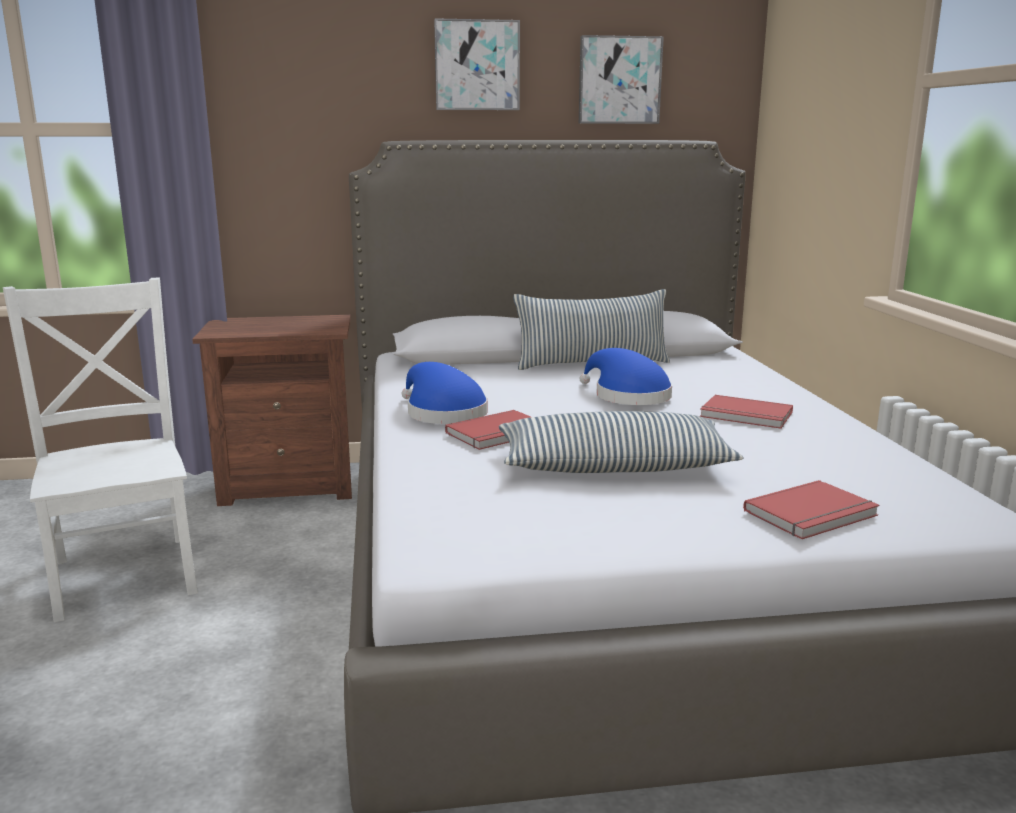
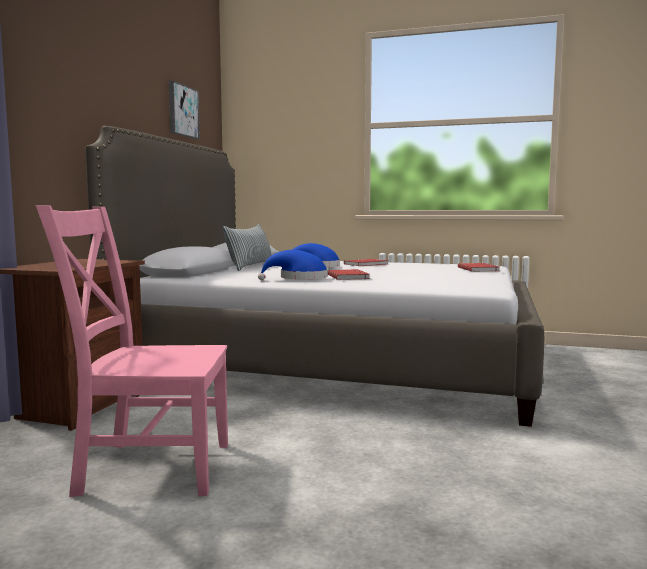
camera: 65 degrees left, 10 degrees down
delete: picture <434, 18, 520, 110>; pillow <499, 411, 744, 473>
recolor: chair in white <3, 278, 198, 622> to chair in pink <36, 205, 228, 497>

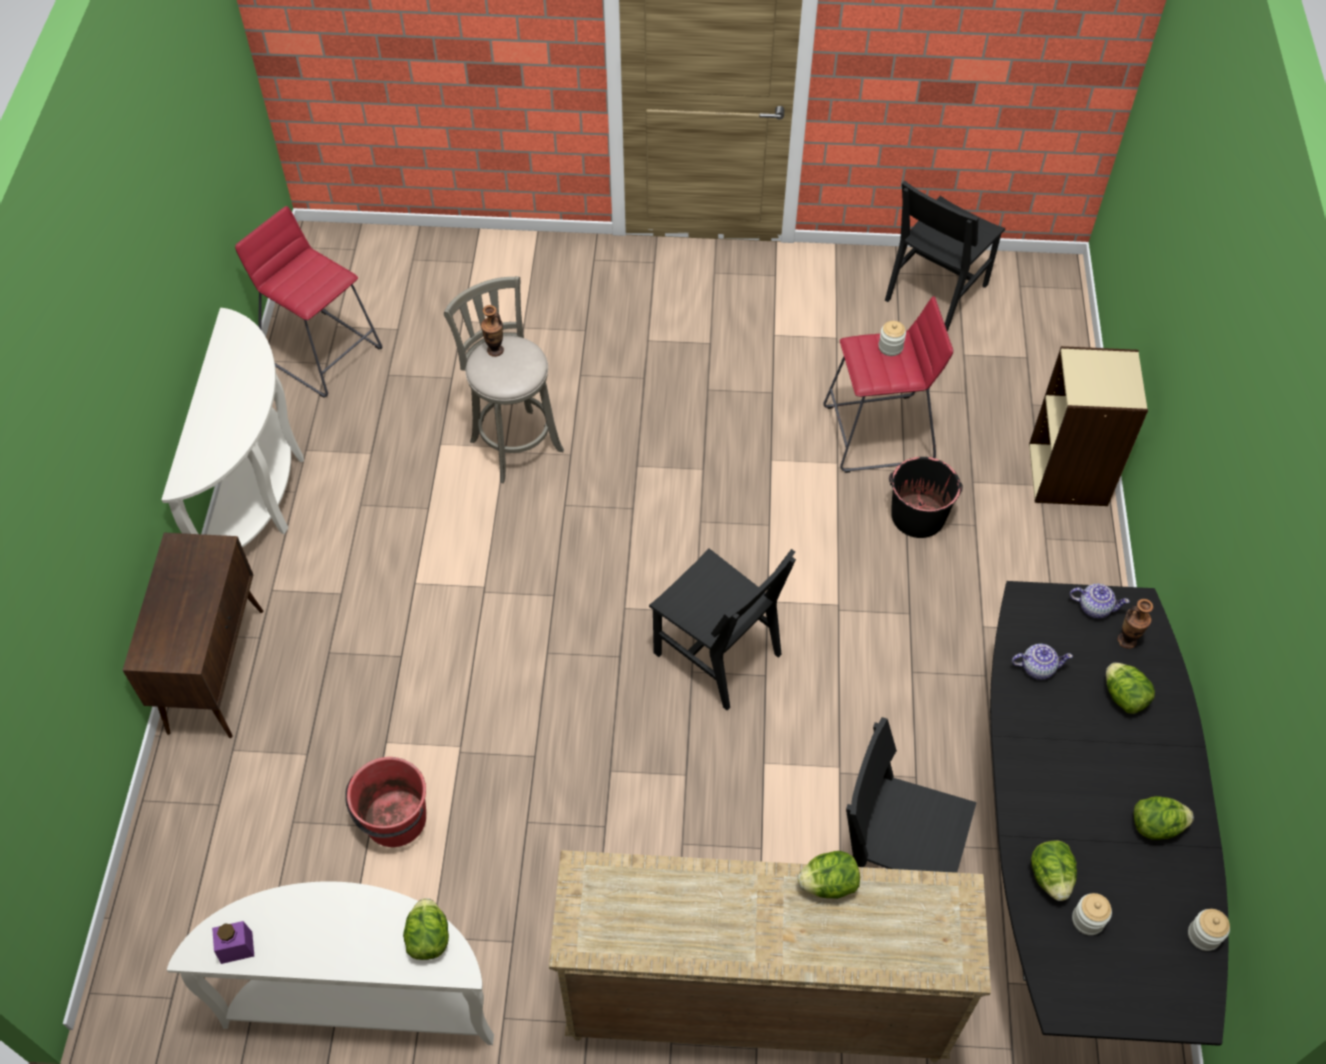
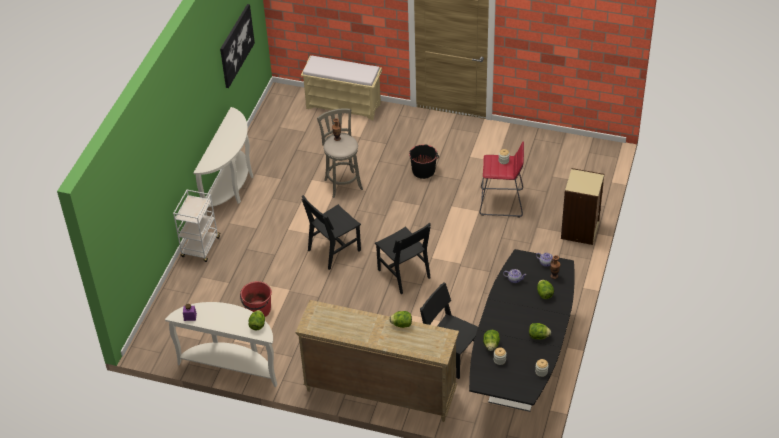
camera: 15 degrees right, 10 degrees down
delete: stool in red <235, 206, 382, 398>
insert: picture <220, 4, 255, 88>; bench in beige <301, 55, 382, 120>
move: chair in black <885, 181, 1005, 331> to <302, 195, 361, 270>; bucket in black <889, 457, 963, 538> to <409, 144, 439, 179>
replace: cabinet in brown <123, 533, 263, 738> to cart in white <173, 190, 221, 262>

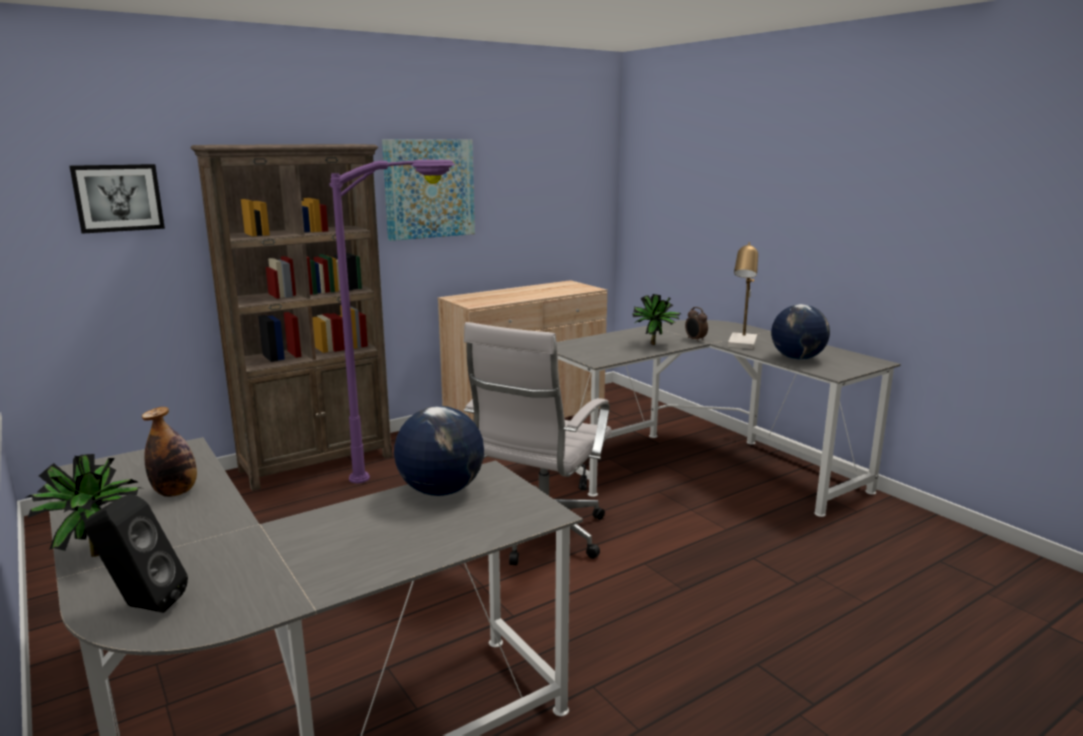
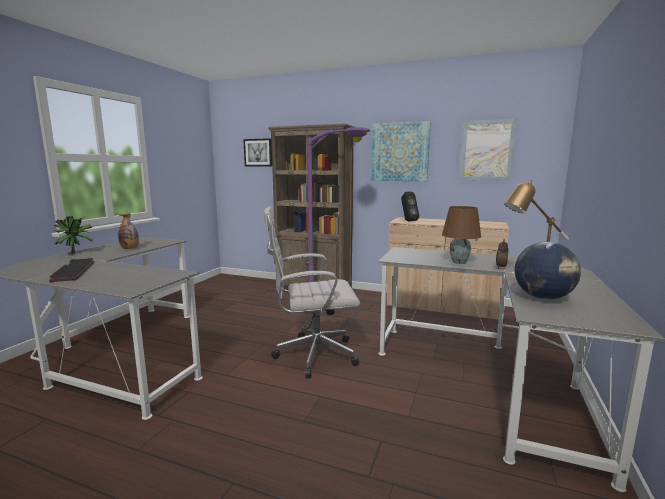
camera: 55 degrees right, 5 degrees down
delete: globe <394, 406, 484, 496>
insert: picture <460, 119, 517, 181>; keyboard <49, 258, 94, 282>
move: speaker in black <84, 494, 188, 613> to <401, 192, 419, 221>
replace: potted plant <632, 294, 681, 345> to table lamp in brown <442, 206, 481, 264>

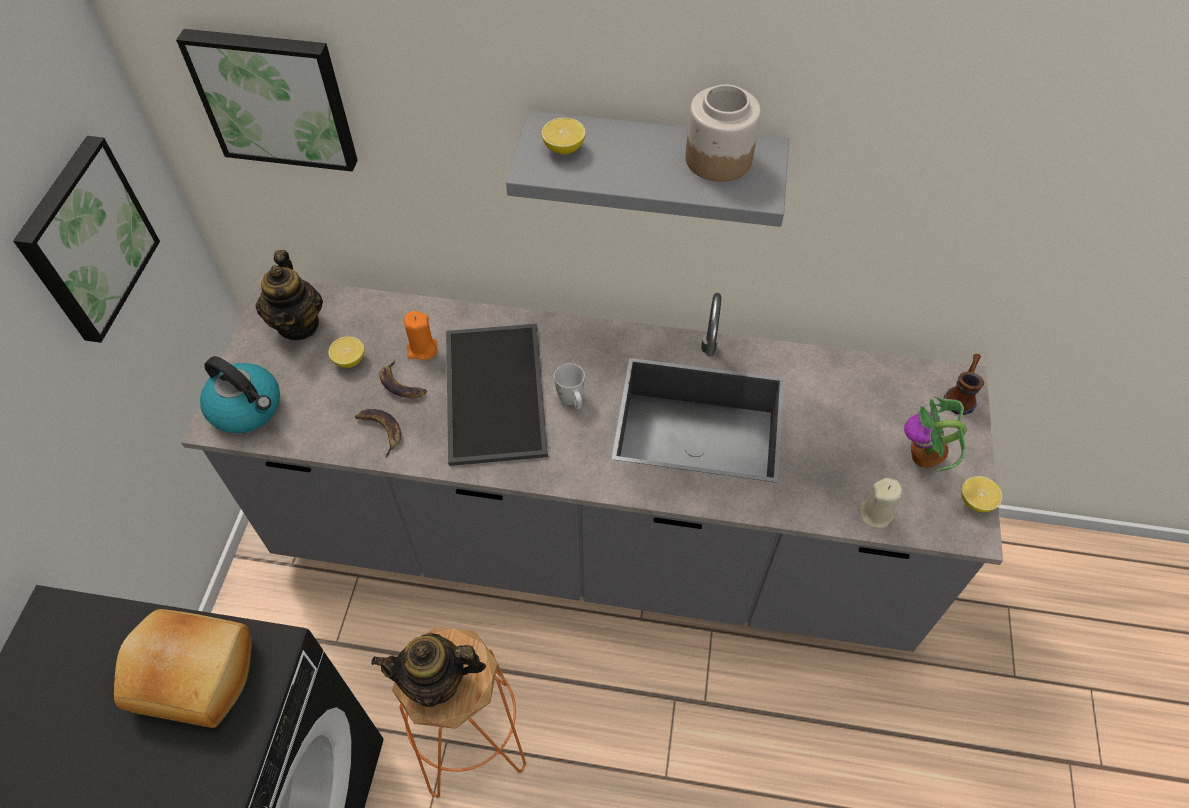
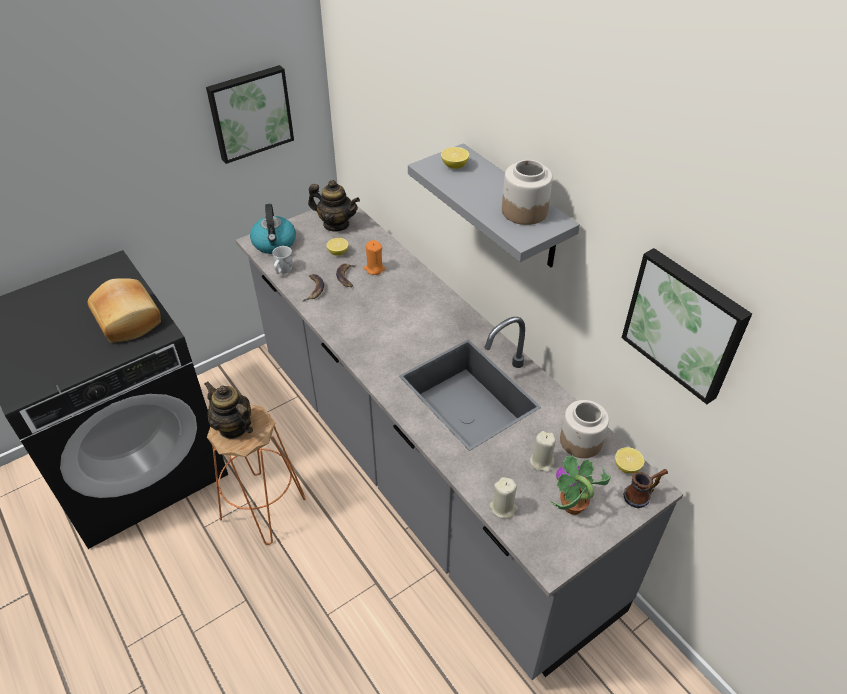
camera: 45 degrees right, 10 degrees down
delete: tray <446, 324, 548, 466>
insert: jar <560, 400, 609, 458>; candle in beige <530, 431, 556, 473>
move: picture <176, 29, 358, 172> to <622, 248, 752, 404>; mug in white <554, 363, 585, 409> to <273, 246, 292, 274>; lemon <961, 476, 1002, 512> to <615, 447, 644, 473>
rotate: teapot <256, 250, 323, 340> = <308, 180, 360, 231> 105 degrees counterclockwise

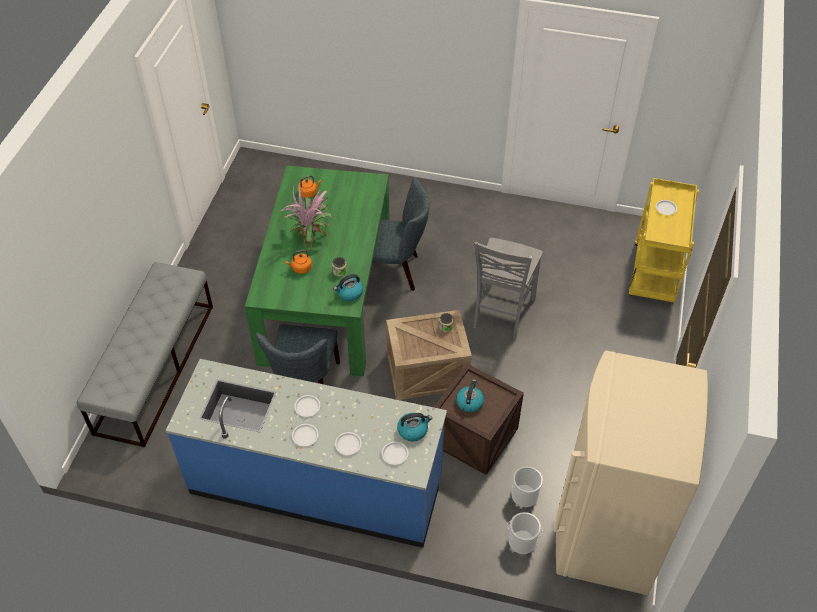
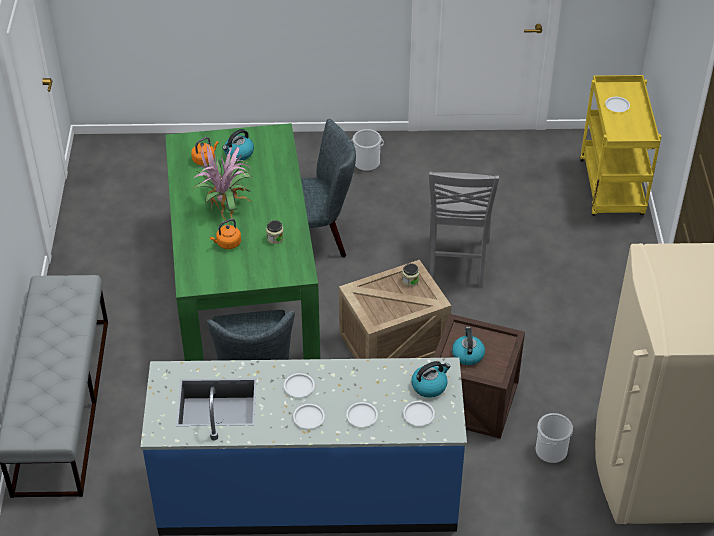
camera: 15 degrees left, 5 degrees down
move: kettle <333, 274, 363, 301> to <222, 129, 254, 161>; bucket <507, 512, 543, 554> to <351, 129, 384, 171>

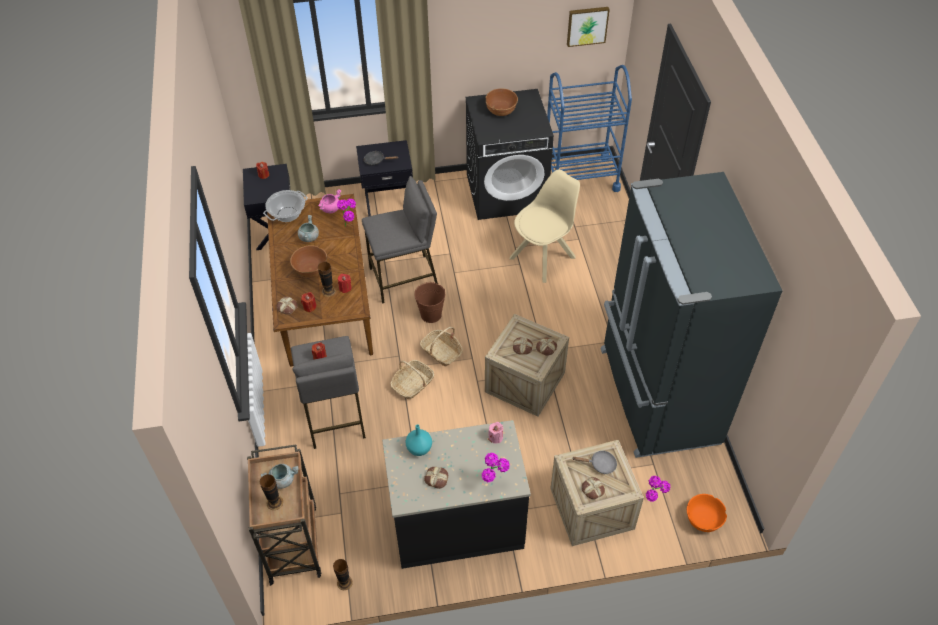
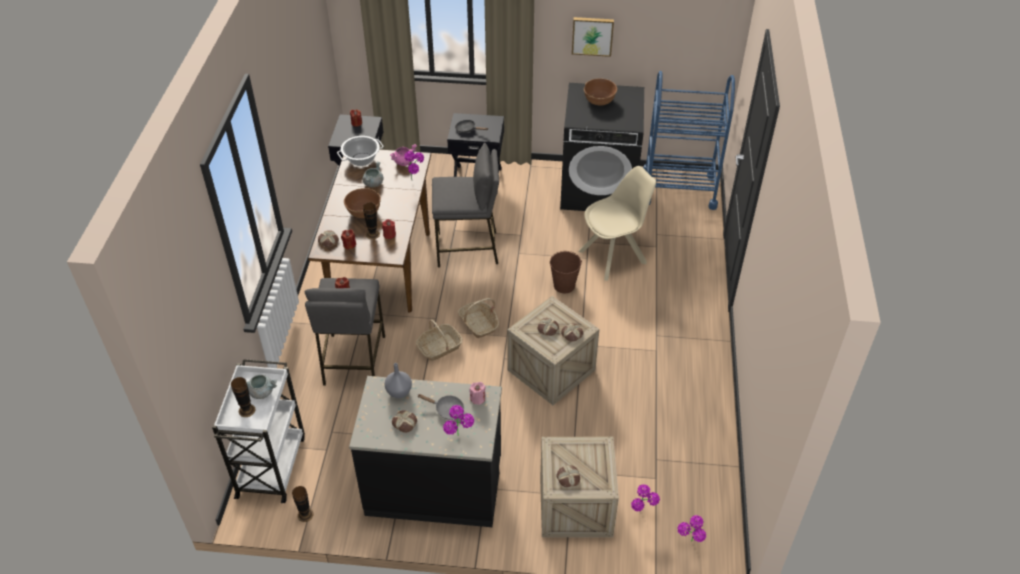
camera: 15 degrees right, 5 degrees down
delete: fridge in black <601, 172, 782, 458>
move: picture <567, 7, 610, 47> to <572, 17, 614, 57>; bucket in brown <414, 282, 445, 323> to <549, 251, 582, 293>; frying pan in grey <572, 451, 617, 474> to <417, 394, 464, 420>
replace: bowl in orange <687, 494, 727, 532> to potted plant <678, 515, 706, 542>
recolor: vase in turquoise <406, 424, 432, 456> to vase in grey <385, 363, 412, 398>; cart in brown <247, 444, 321, 586> to cart in white <212, 359, 305, 503>

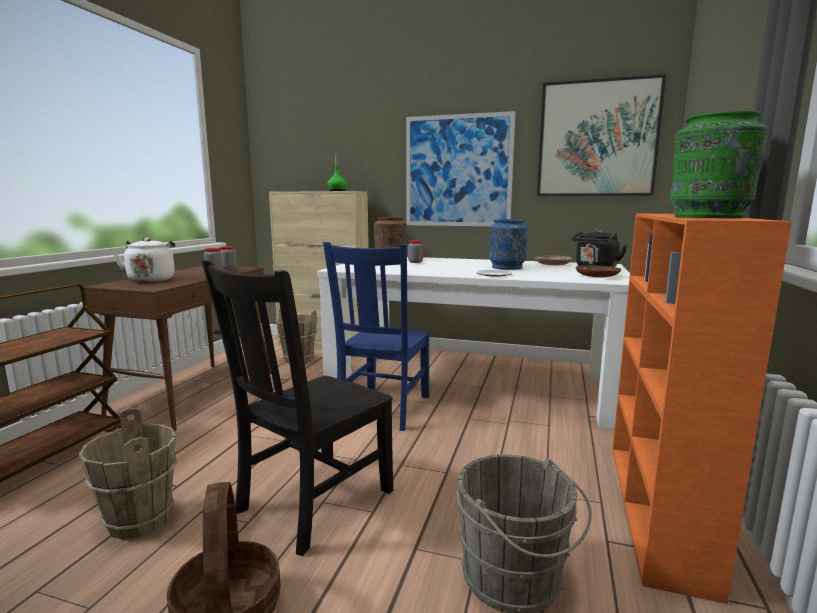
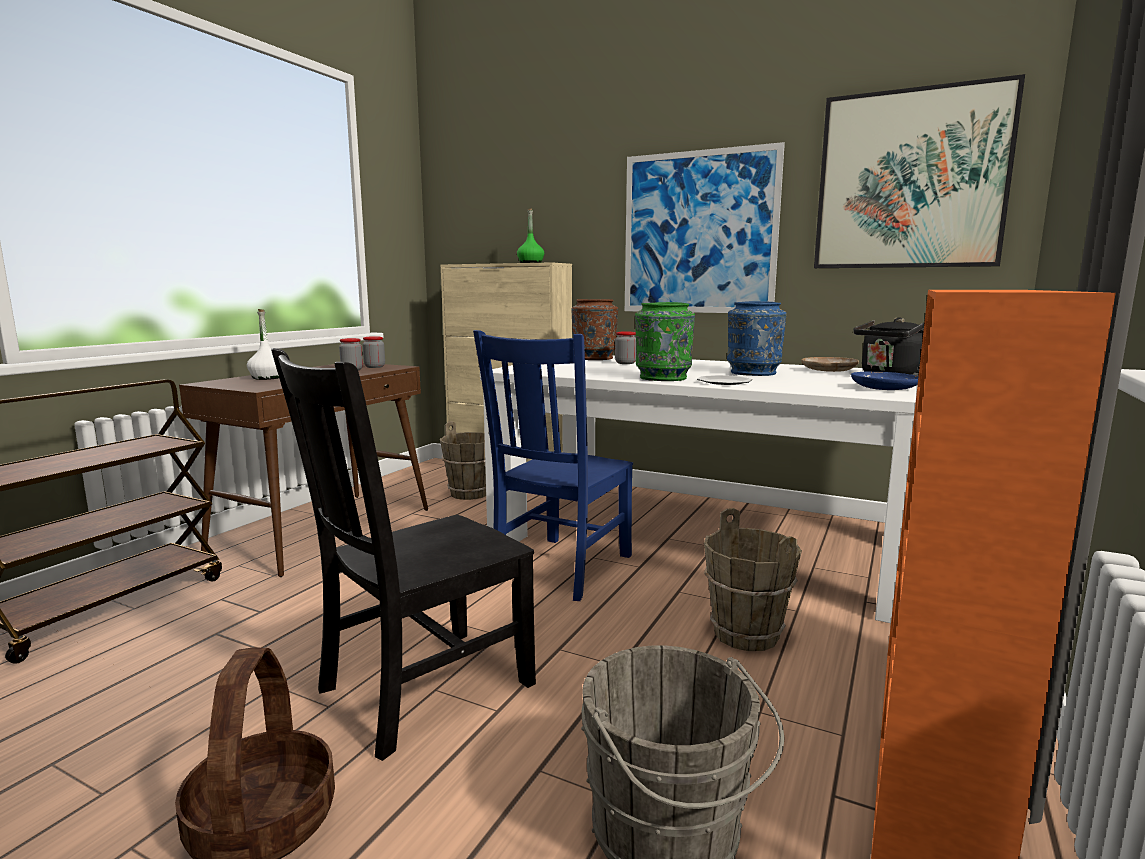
camera: 10 degrees right, 0 degrees up
move: vase in green <670, 111, 769, 218> to <635, 302, 695, 381>; bucket in brown <78, 408, 177, 539> to <704, 508, 802, 651>
replace: kettle in white <114, 238, 175, 282> to bottle in white <247, 309, 279, 380>
recolor: plate in brown <576, 265, 621, 277> to plate in blue <851, 372, 918, 390>

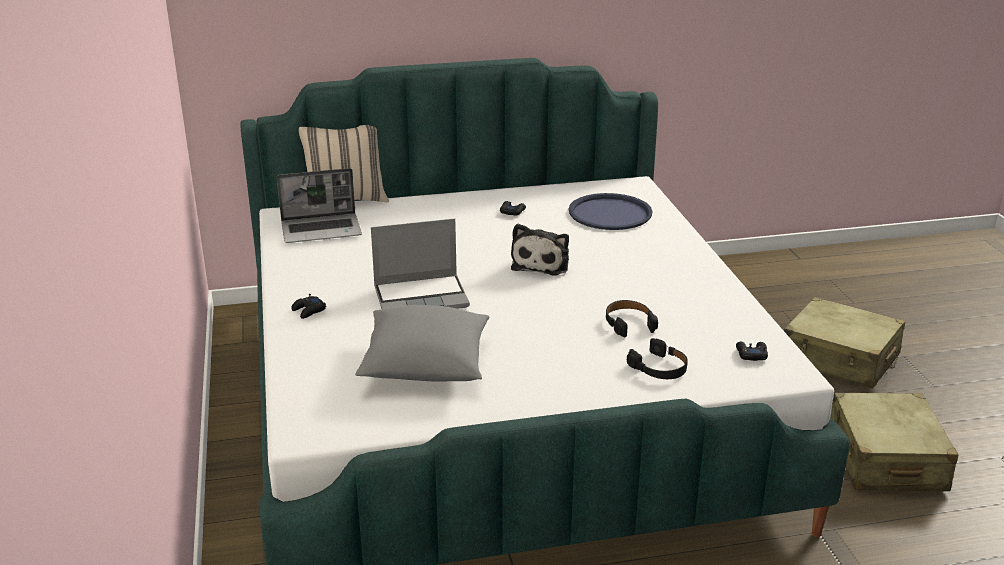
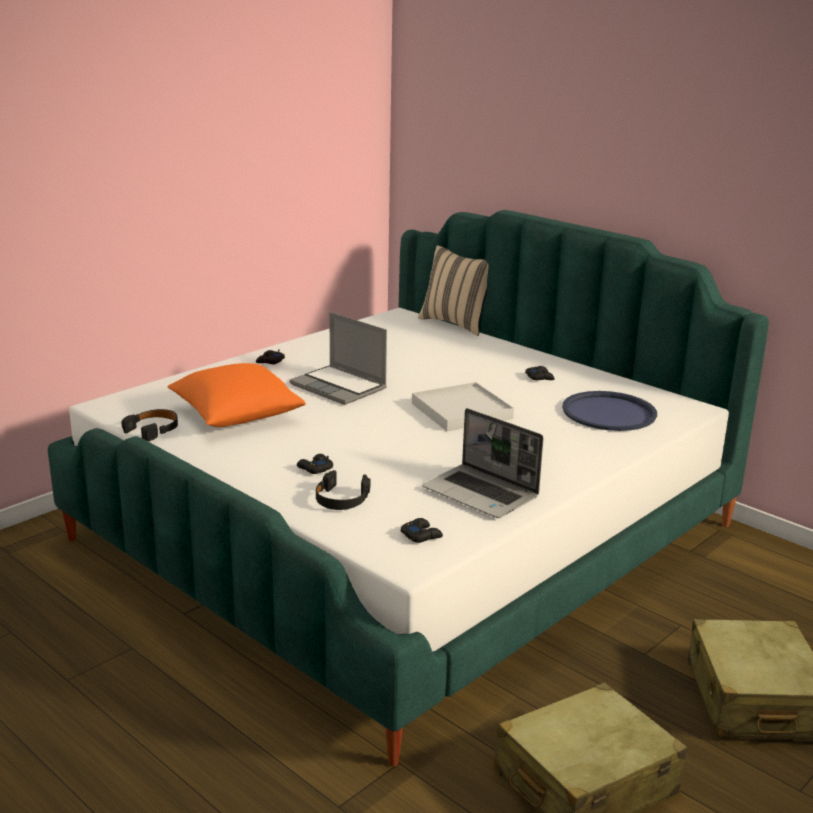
camera: 55 degrees right, 5 degrees down
insert: game controller in black <297, 454, 333, 474>
move: laptop <277, 168, 362, 243> to <422, 408, 543, 518>; headphones in black <606, 300, 658, 337> to <121, 409, 178, 441>
replace: plush toy <511, 224, 569, 276> to tray in white <412, 382, 514, 431>
recolor: pillow in grey <355, 305, 489, 382> to pillow in orange <167, 363, 306, 427>

